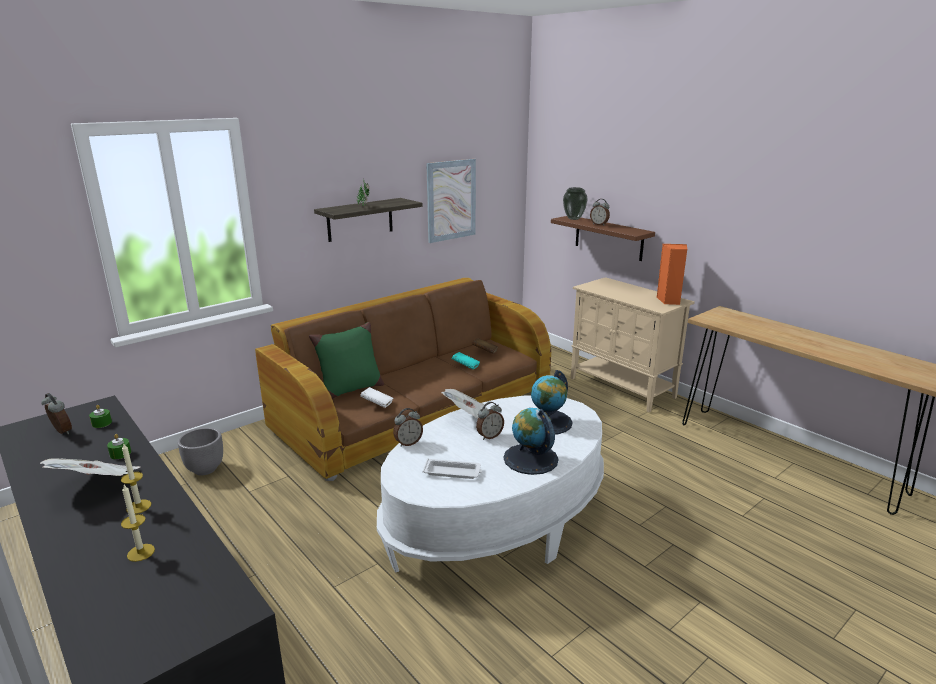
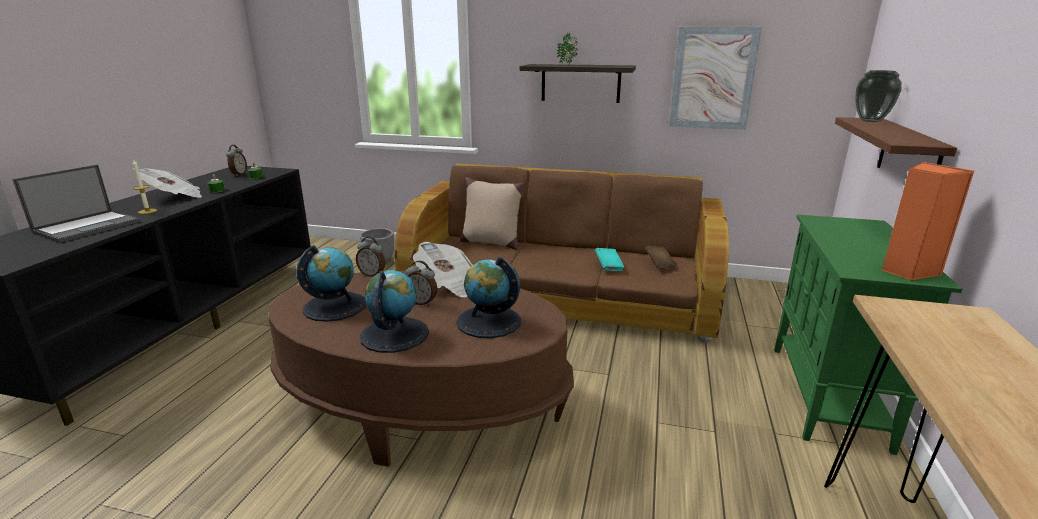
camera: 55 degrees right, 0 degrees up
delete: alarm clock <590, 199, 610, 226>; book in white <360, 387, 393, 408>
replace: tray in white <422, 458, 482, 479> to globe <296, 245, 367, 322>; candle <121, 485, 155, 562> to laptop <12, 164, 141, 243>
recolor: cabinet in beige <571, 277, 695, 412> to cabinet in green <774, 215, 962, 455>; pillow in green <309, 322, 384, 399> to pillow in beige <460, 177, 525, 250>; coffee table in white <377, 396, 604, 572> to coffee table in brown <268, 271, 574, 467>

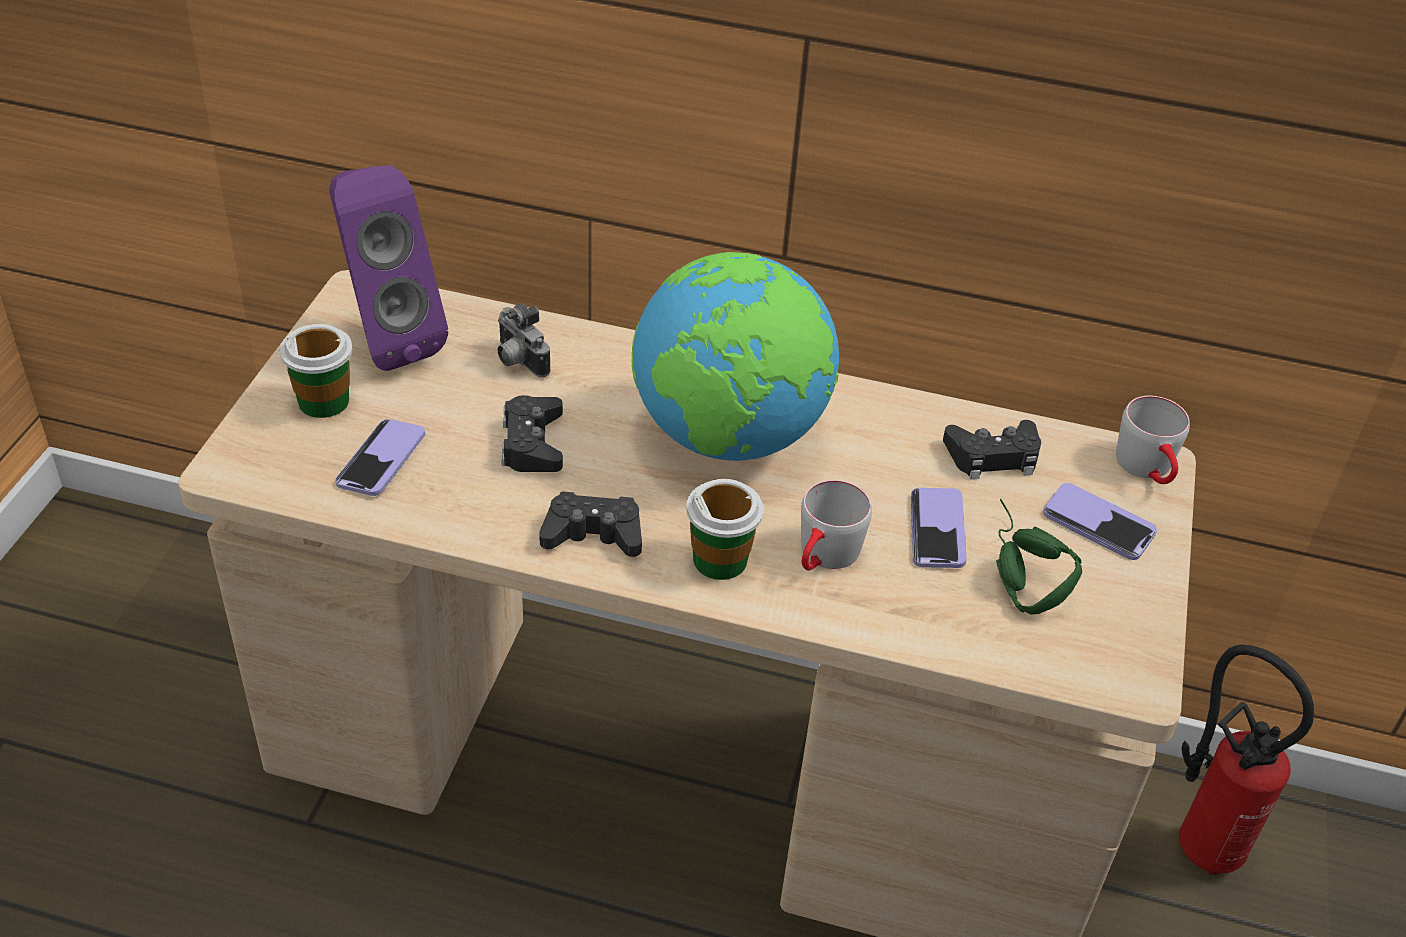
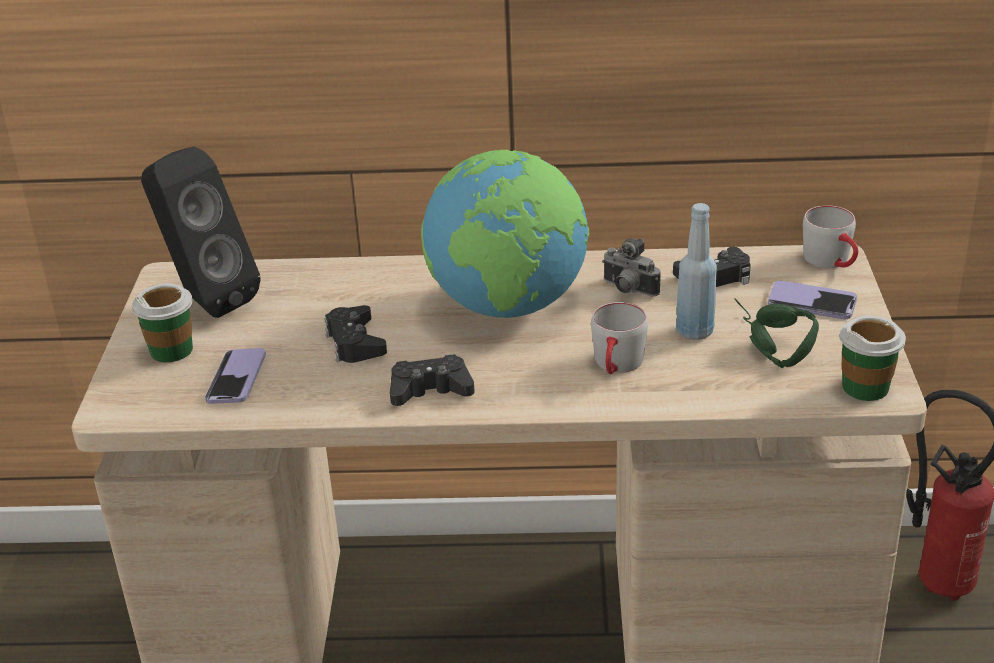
camera: 10 degrees left, 10 degrees down
move: photo camera <497, 303, 551, 377> to <602, 238, 661, 296>; cup <686, 479, 764, 580> to <840, 316, 906, 401>
replace: phone <911, 488, 967, 568> to bottle in blue <676, 203, 717, 340>
recolor: speaker in purple <329, 165, 448, 371> to speaker in black <141, 146, 261, 318>

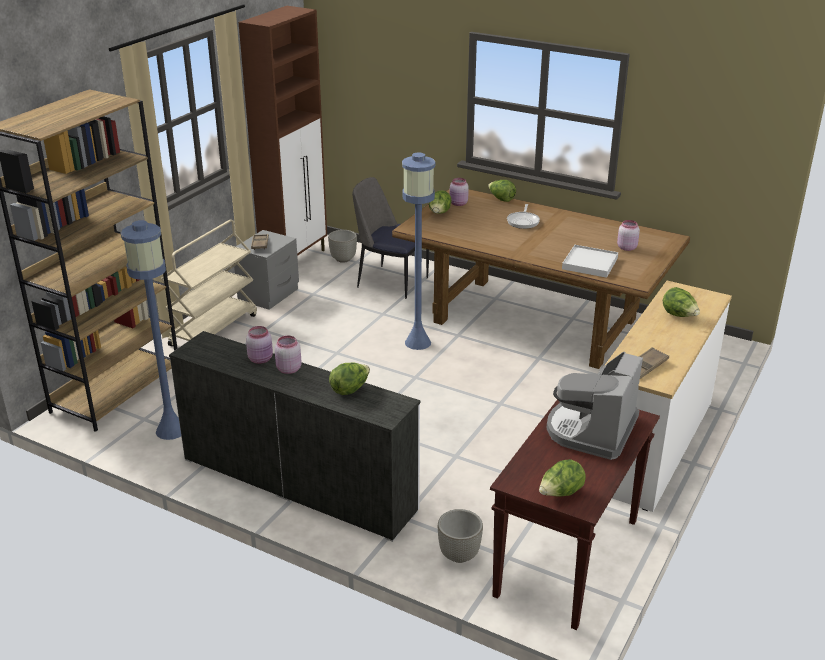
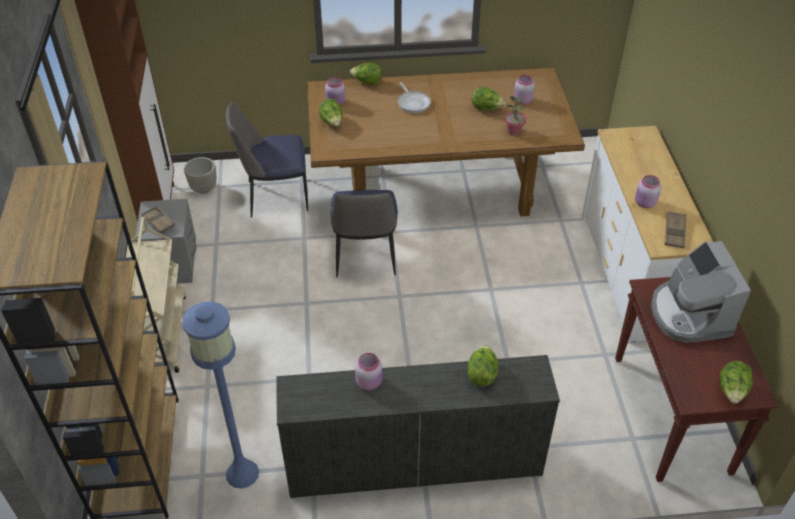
camera: 35 degrees left, 15 degrees up
delete: planter in grey <438, 509, 483, 563>
move: lettuce <663, 287, 700, 317> to <472, 87, 505, 110>; jar in pink <275, 336, 302, 374> to <635, 175, 661, 208>
replace: floor lamp in blue <402, 152, 436, 350> to chair <330, 190, 398, 277>; tray in white <562, 245, 618, 278> to potted plant <504, 96, 526, 136>

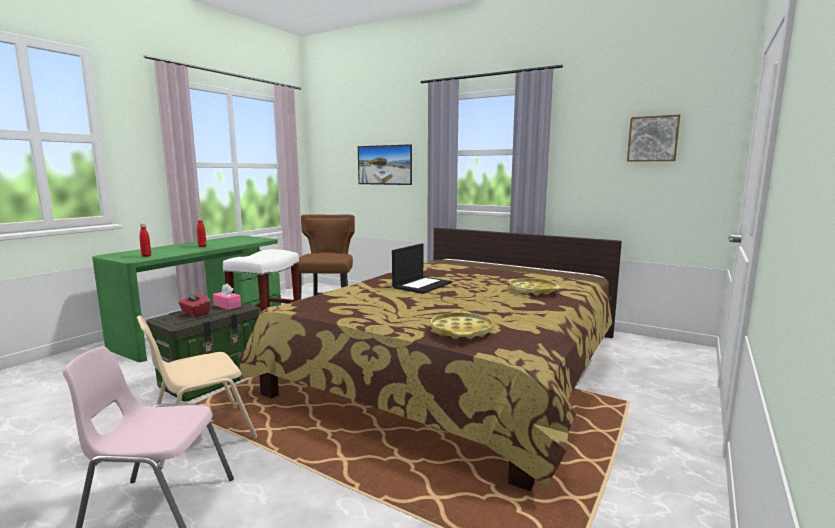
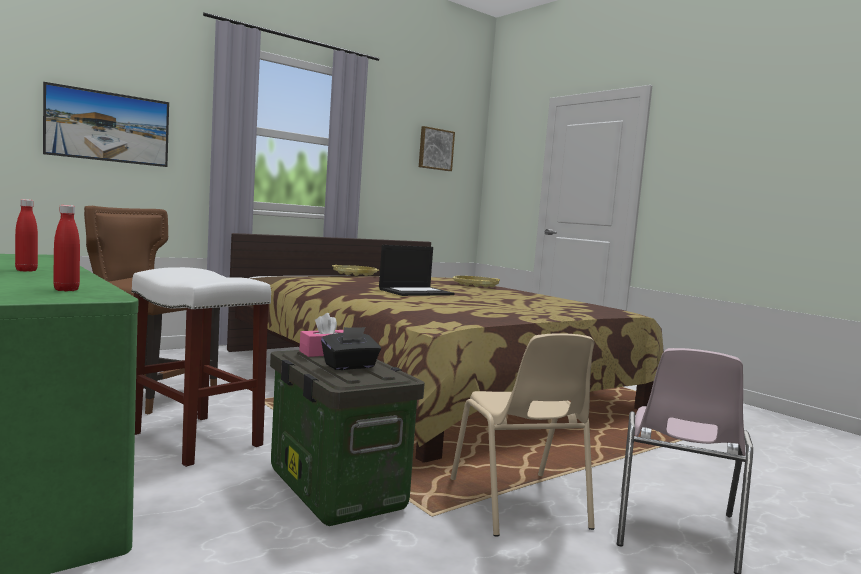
camera: 70 degrees left, 5 degrees down
move: tray in yellow <431, 311, 493, 339> to <332, 265, 379, 276>
recolor: tissue box in red <179, 292, 211, 317> to tissue box in black <321, 327, 381, 370>
rotate: laptop <392, 244, 452, 294> = <379, 245, 454, 296> 90 degrees clockwise

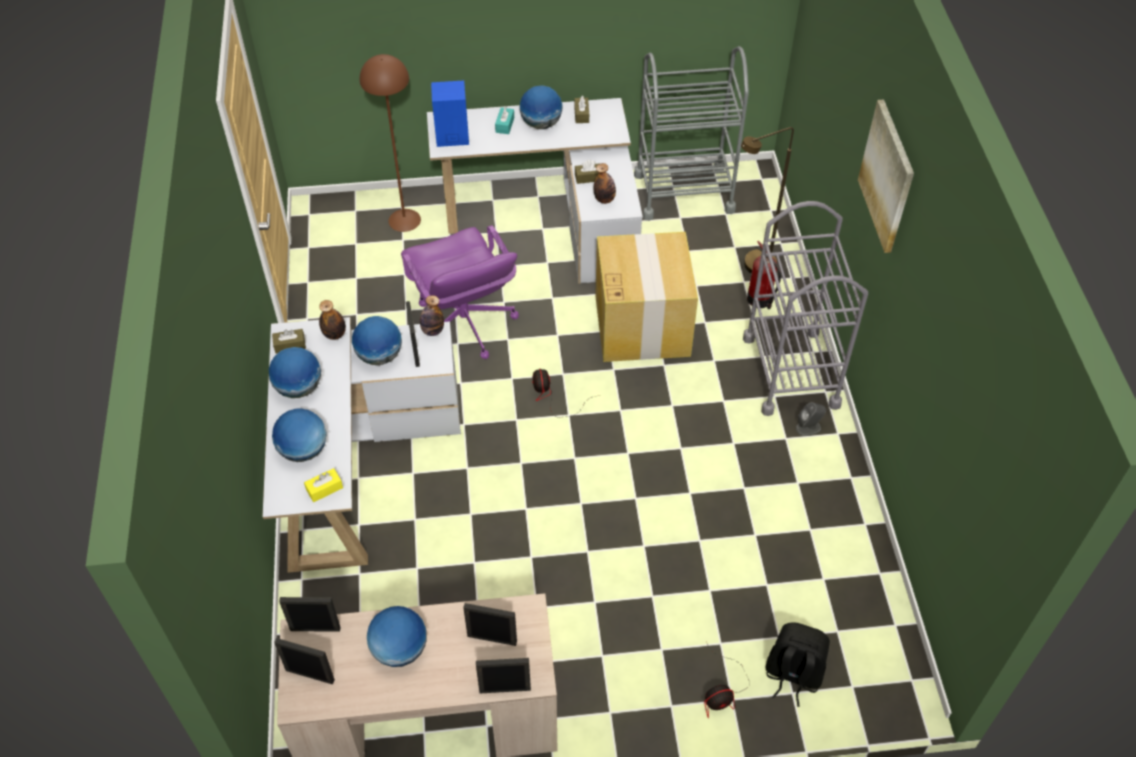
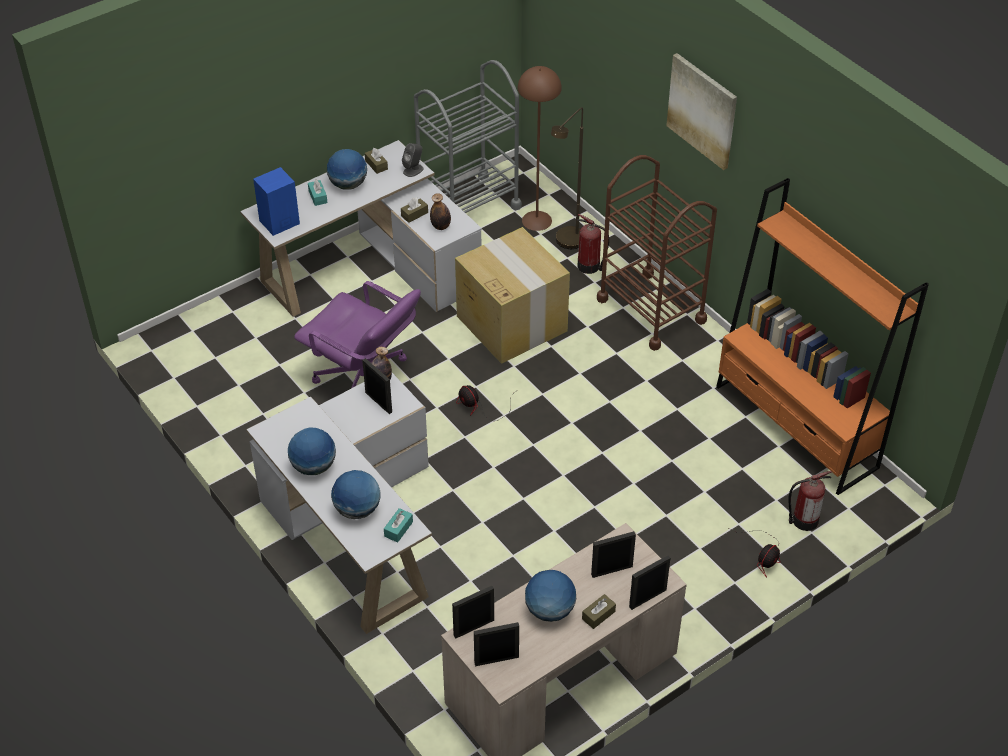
camera: 30 degrees left, 5 degrees down
delete: bottle <319, 300, 346, 340>; globe <352, 316, 402, 365>
insert: bookcase in orange <716, 178, 929, 495>
move: floor lamp in brown <360, 54, 421, 232> to <518, 66, 562, 231>; tissue box in brown <272, 329, 306, 354> to <582, 594, 616, 629>; speaker in grey <796, 402, 826, 436> to <402, 143, 424, 177>
replace: backpack in black <766, 622, 830, 707> to fire extinguisher <788, 471, 832, 531>
recolor: cart in grey <743, 201, 868, 416> to cart in brown <597, 155, 717, 351>; tissue box in yellow <304, 468, 343, 502> to tissue box in turquoise <384, 508, 413, 543>

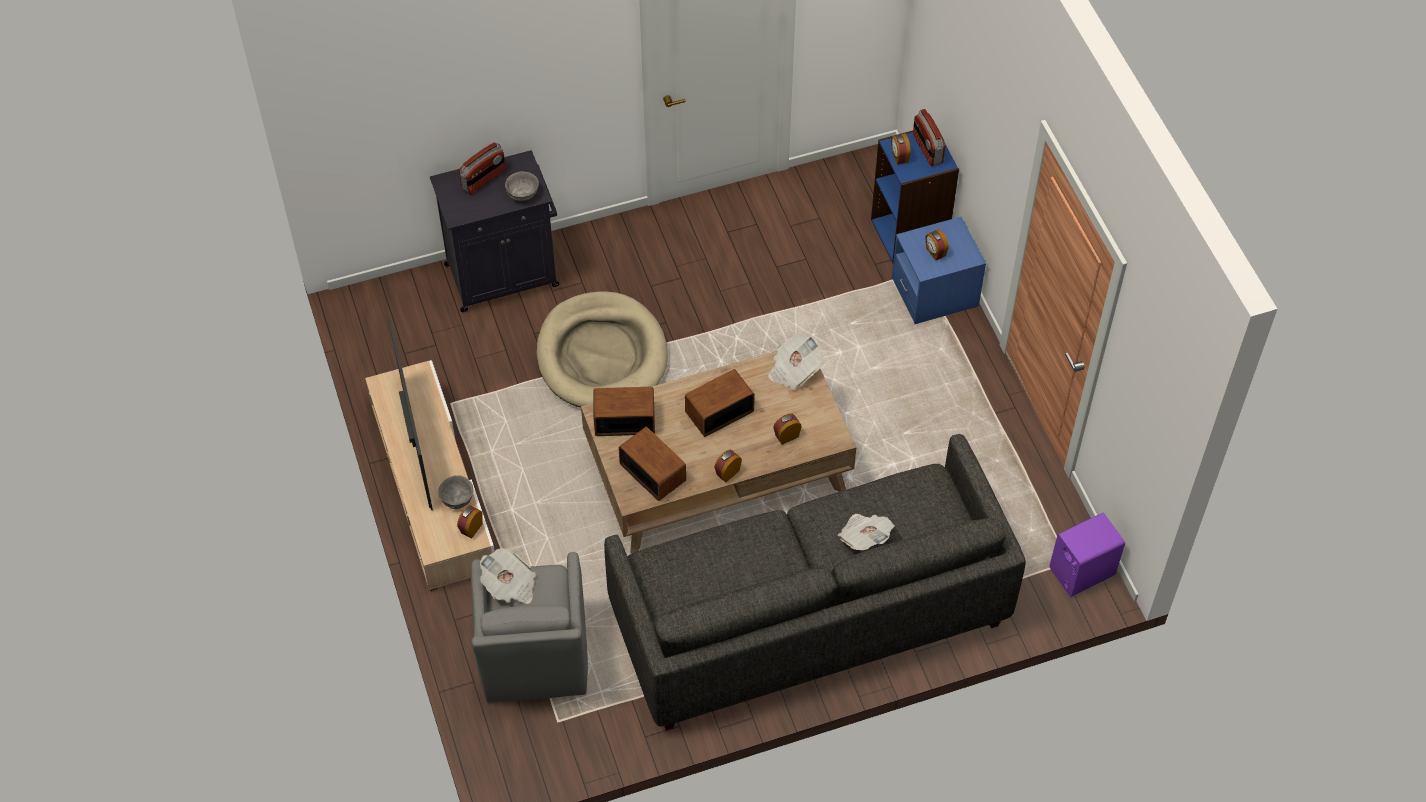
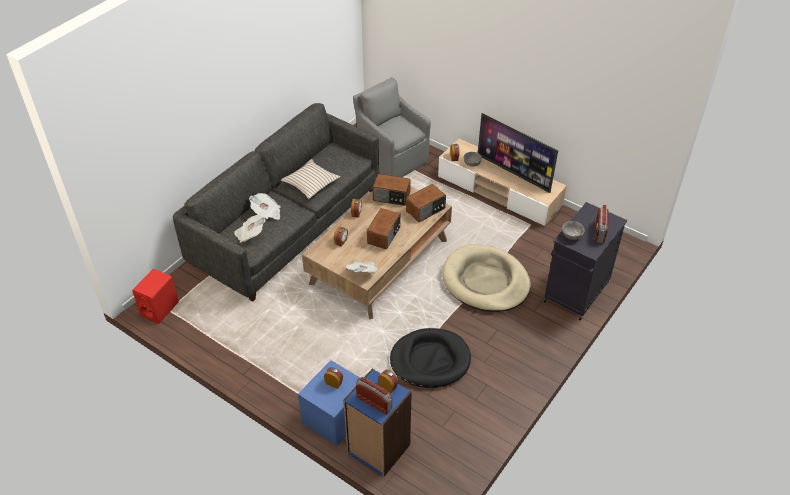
camera: 145 degrees right, 10 degrees down
insert: pillow in beige <280, 159, 341, 199>; dog bed in black <390, 328, 471, 388>
move: newspaper <480, 548, 536, 604> to <234, 214, 265, 243>
recolor: speaker in purple <1049, 513, 1125, 597> to speaker in red <132, 269, 179, 324>

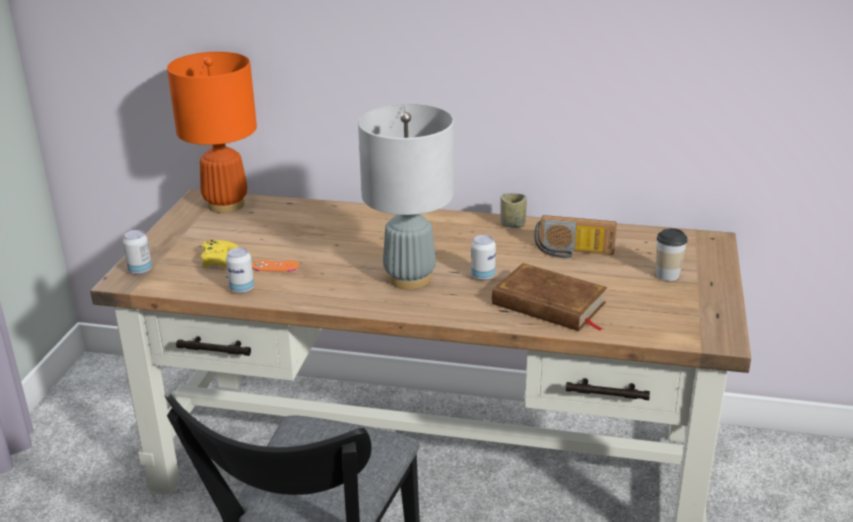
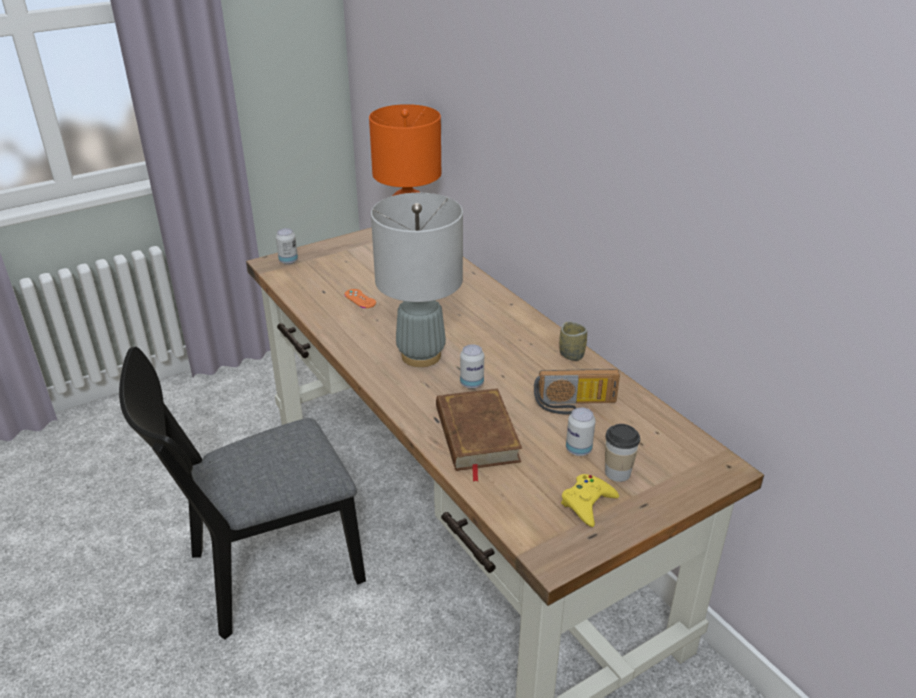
camera: 45 degrees right, 5 degrees up
move: game controller in yellow <201, 240, 238, 268> to <561, 474, 619, 527>; can <226, 247, 254, 294> to <566, 407, 596, 456>
rotate: radio <534, 215, 617, 258> = <534, 369, 620, 415> 60 degrees counterclockwise

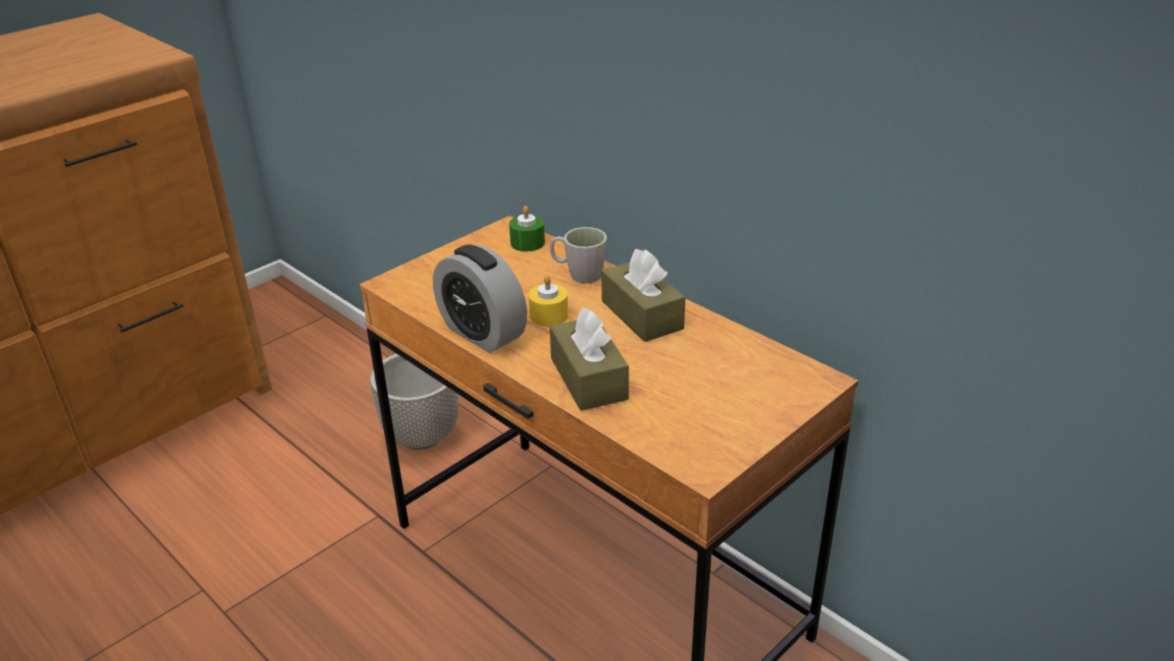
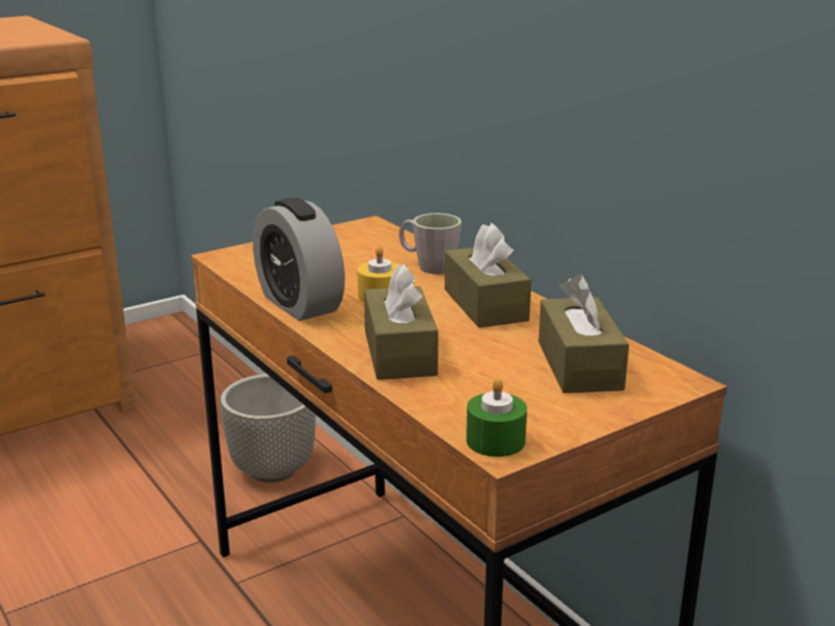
camera: 10 degrees right, 10 degrees down
insert: tissue box in brown <539, 274, 629, 393>
move: candle in green <509, 206, 545, 252> to <466, 377, 527, 457>

